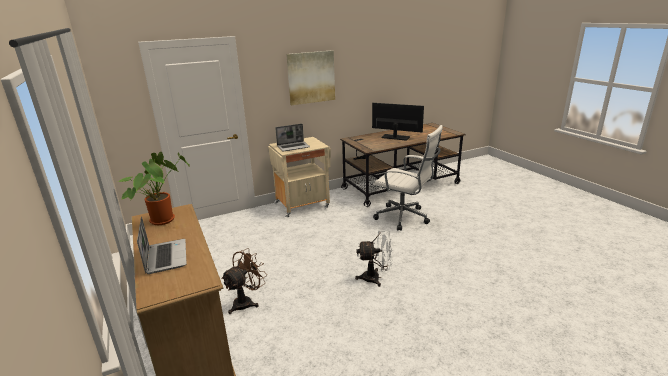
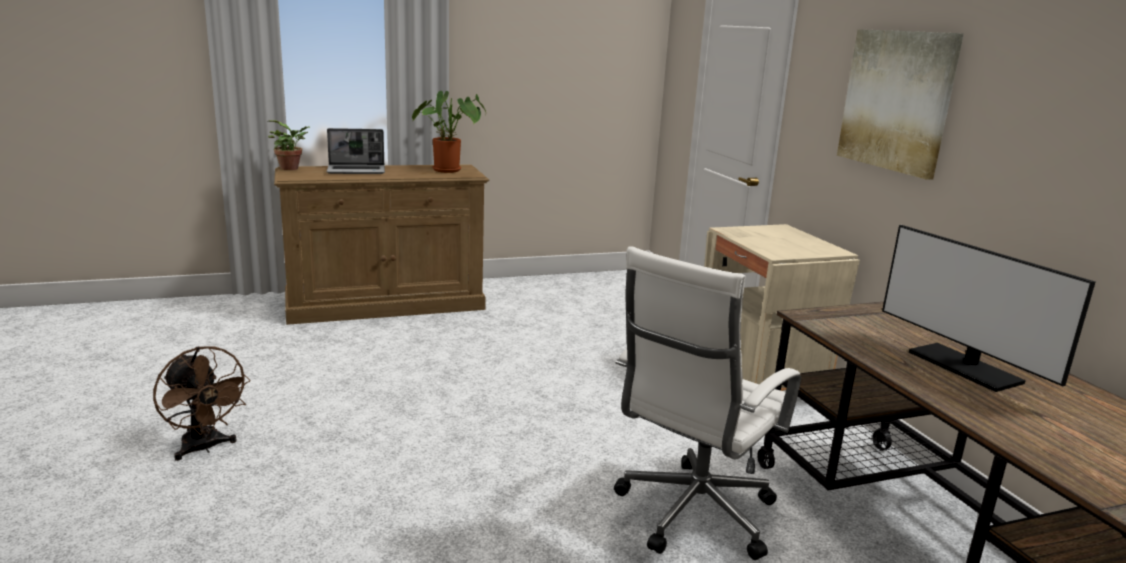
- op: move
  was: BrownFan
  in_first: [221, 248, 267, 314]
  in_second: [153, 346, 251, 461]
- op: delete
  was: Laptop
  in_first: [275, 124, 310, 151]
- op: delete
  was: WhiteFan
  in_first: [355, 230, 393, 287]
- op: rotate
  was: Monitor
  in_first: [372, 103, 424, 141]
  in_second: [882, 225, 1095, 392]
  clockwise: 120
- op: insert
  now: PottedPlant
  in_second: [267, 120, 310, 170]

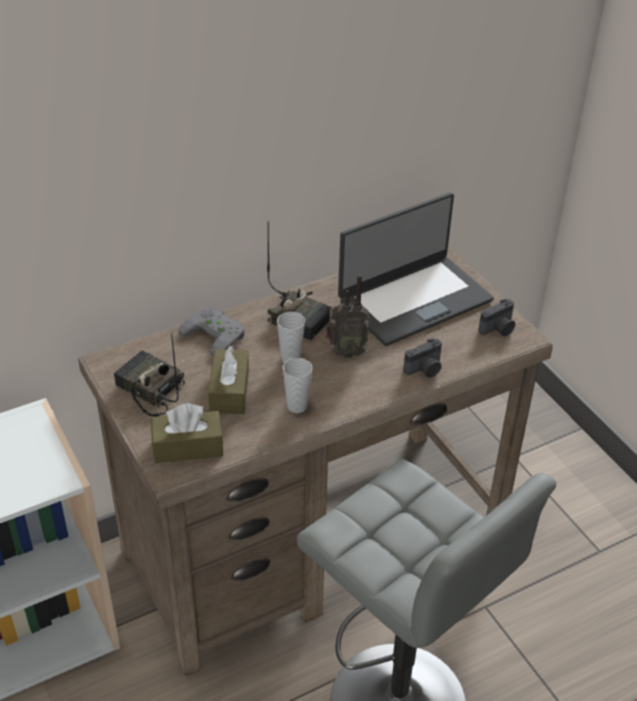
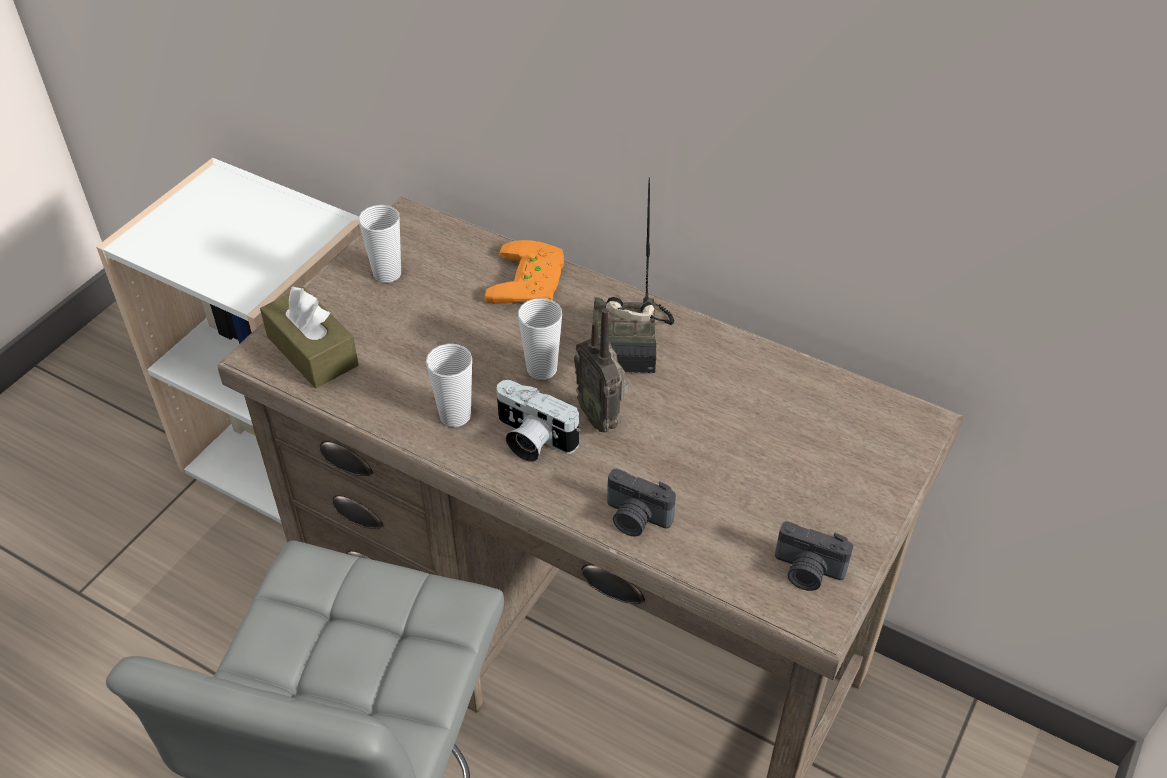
- op: replace
  was: Radio
  now: Cup
  in_first: [114, 333, 185, 417]
  in_second: [358, 205, 401, 283]
- op: recolor
  was: GreyGameController
  now: OrangeGameController
  in_first: [178, 307, 245, 356]
  in_second: [484, 240, 564, 304]
- op: delete
  was: BrownTissueBox
  in_first: [208, 346, 249, 414]
- op: delete
  was: Laptop
  in_first: [338, 193, 494, 346]
- op: insert
  now: PhotoCamera
  in_second: [496, 380, 580, 462]

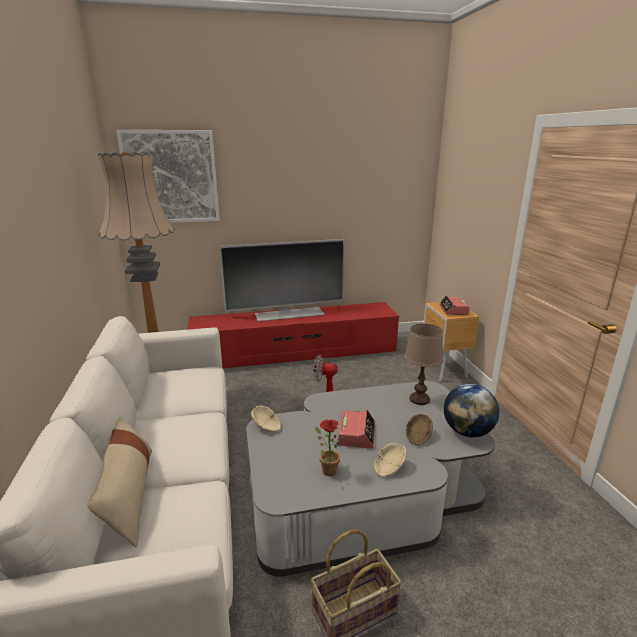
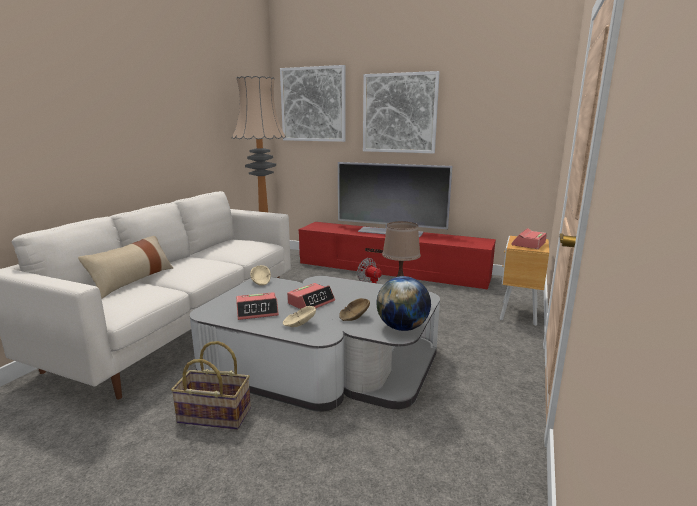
- op: replace
  was: PottedPlant
  now: AlarmClock
  in_first: [315, 419, 344, 476]
  in_second: [236, 292, 279, 320]
- op: insert
  now: Picture
  in_second: [363, 71, 440, 153]

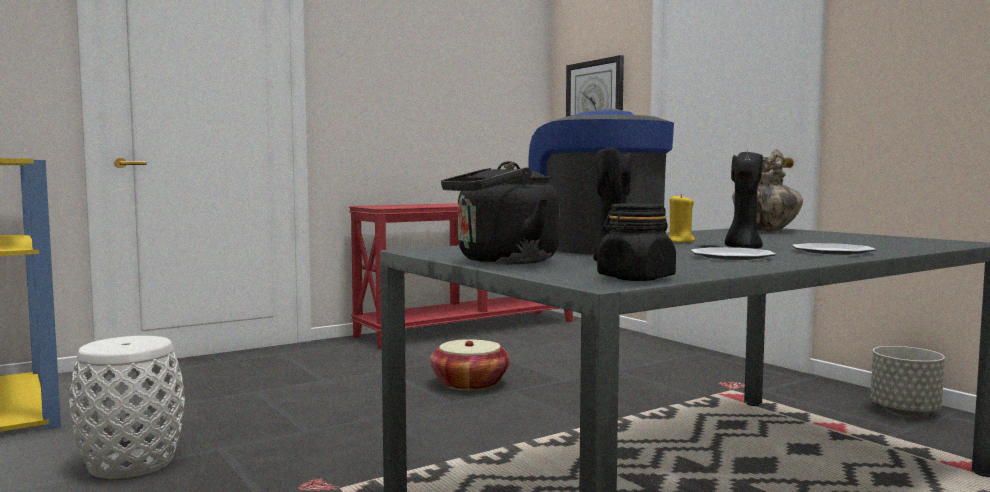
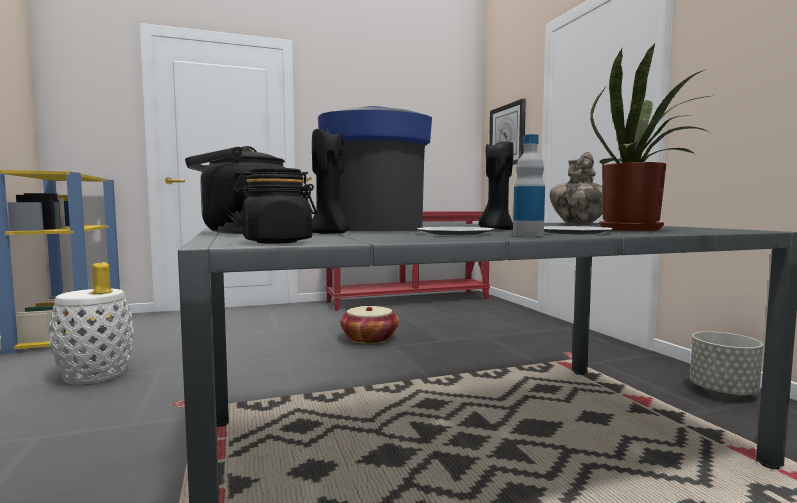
- op: move
  was: YellowCandle
  in_first: [669, 194, 695, 242]
  in_second: [91, 261, 113, 294]
- op: insert
  now: Bottle
  in_second: [513, 134, 545, 237]
- op: insert
  now: PottedPlant
  in_second: [590, 43, 709, 231]

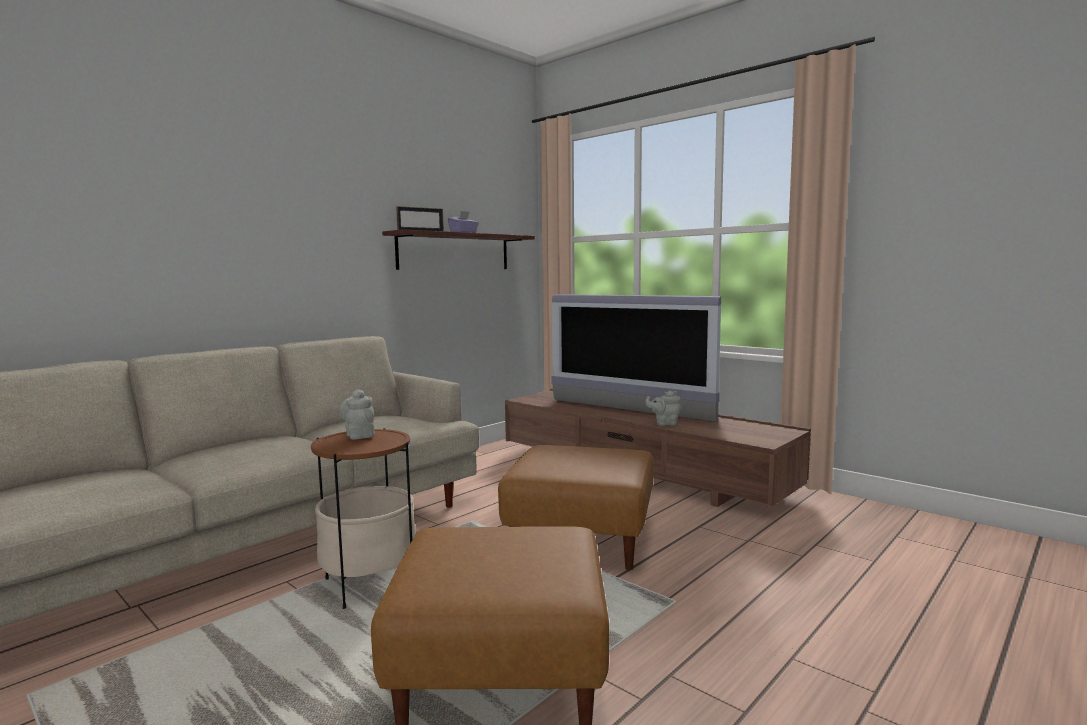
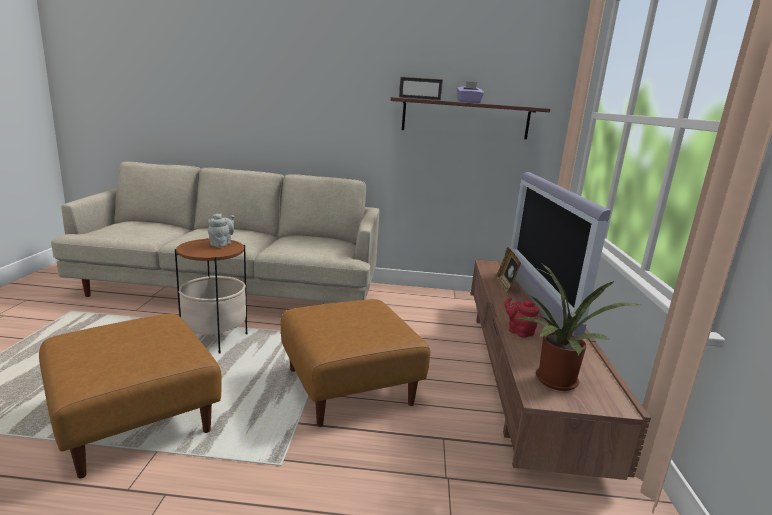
- op: recolor
  was: GreyTeapot
  now: RedTeapot
  in_first: [645, 391, 681, 426]
  in_second: [504, 297, 539, 338]
- op: insert
  now: PictureFrame
  in_second: [496, 247, 521, 294]
- op: insert
  now: PottedPlant
  in_second: [515, 264, 640, 391]

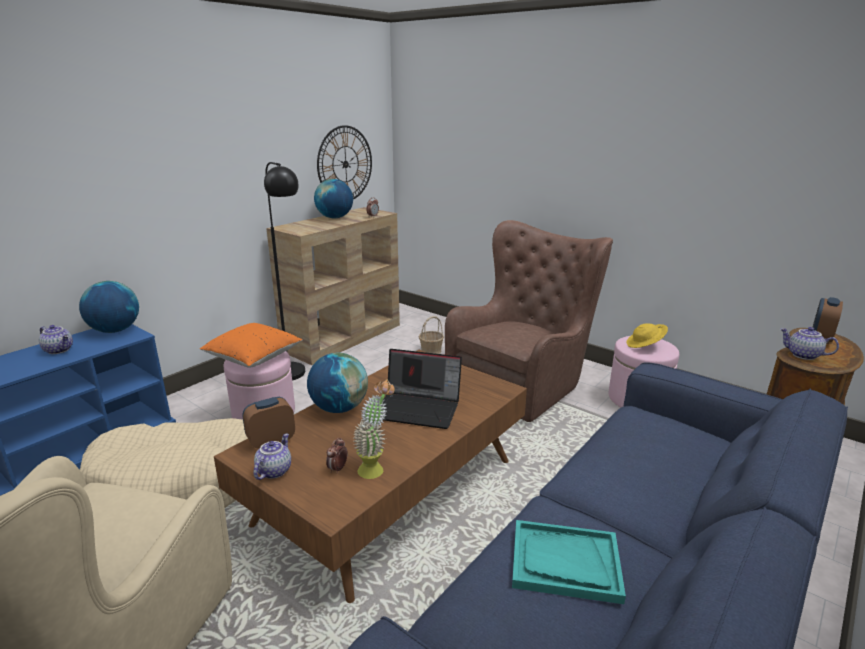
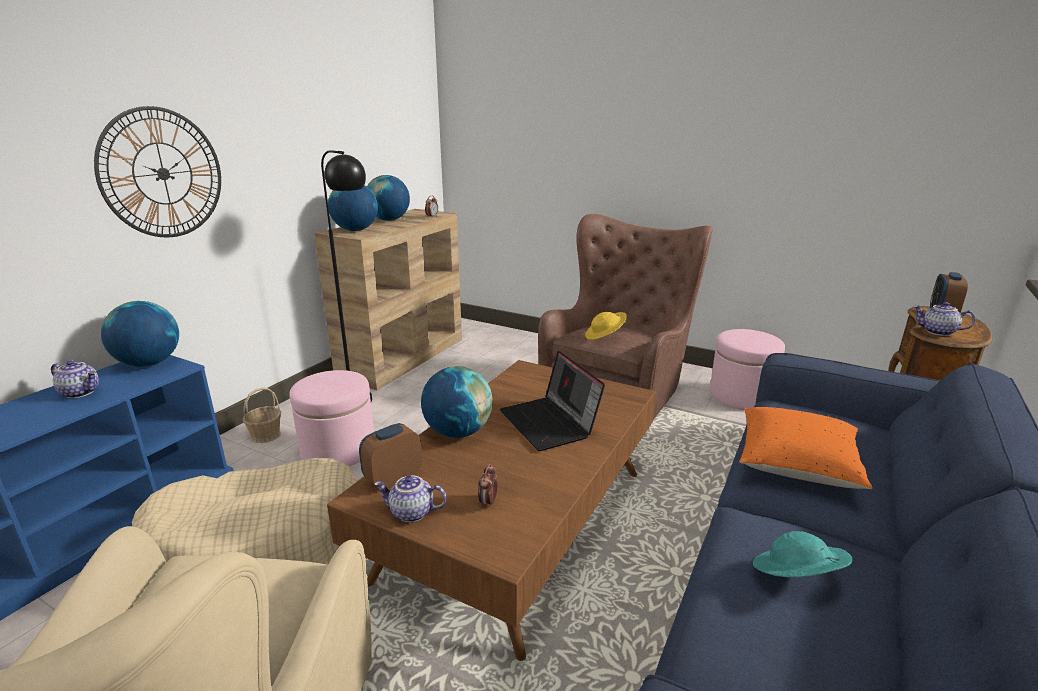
- op: move
  was: OrangePillow
  in_first: [200, 323, 303, 368]
  in_second: [739, 407, 873, 489]
- op: rotate
  was: Teapot
  in_first: [254, 434, 291, 480]
  in_second: [374, 475, 447, 522]
  clockwise: -90
- op: move
  was: WallClock
  in_first: [317, 125, 372, 200]
  in_second: [94, 106, 221, 237]
- op: delete
  was: PottedPlant
  in_first: [353, 379, 395, 479]
- op: rotate
  was: Laptop
  in_first: [383, 349, 462, 429]
  in_second: [500, 351, 605, 451]
  clockwise: 60
- op: move
  was: Basket
  in_first: [419, 316, 444, 354]
  in_second: [243, 387, 281, 443]
- op: replace
  was: TurquoiseTray
  now: TurquoiseHat
  in_first: [512, 520, 626, 604]
  in_second: [753, 531, 853, 577]
- op: move
  was: YellowHat
  in_first: [626, 323, 668, 348]
  in_second: [585, 312, 627, 340]
- op: insert
  now: Globe
  in_second: [328, 185, 378, 231]

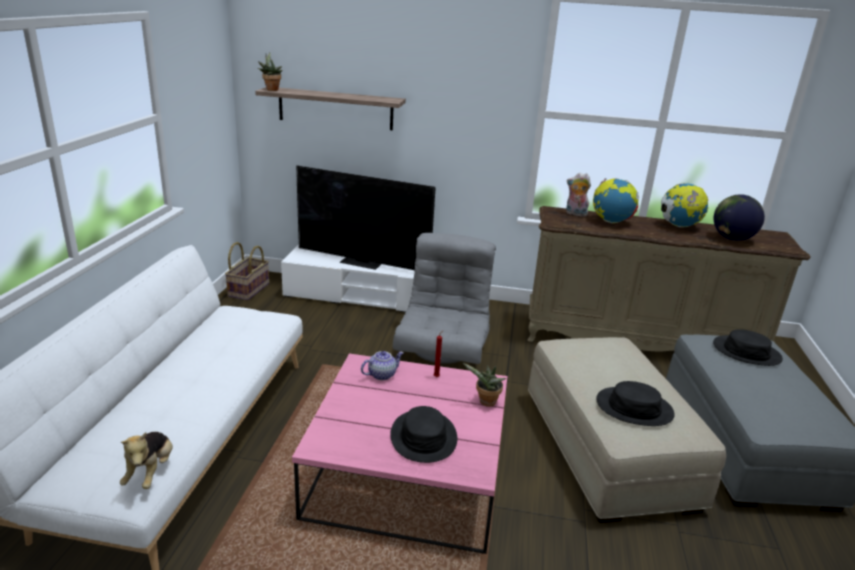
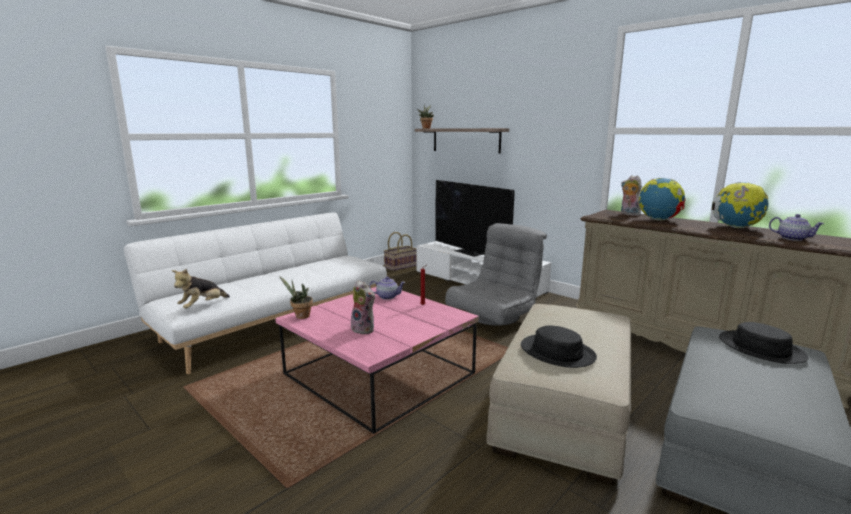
- op: replace
  was: BlackHat
  now: PlushToy
  in_first: [390, 406, 457, 463]
  in_second: [351, 280, 376, 335]
- op: move
  was: PottedPlant
  in_first: [463, 363, 506, 407]
  in_second: [279, 276, 313, 319]
- op: replace
  was: Globe
  now: Teapot
  in_first: [714, 194, 765, 241]
  in_second: [769, 214, 824, 241]

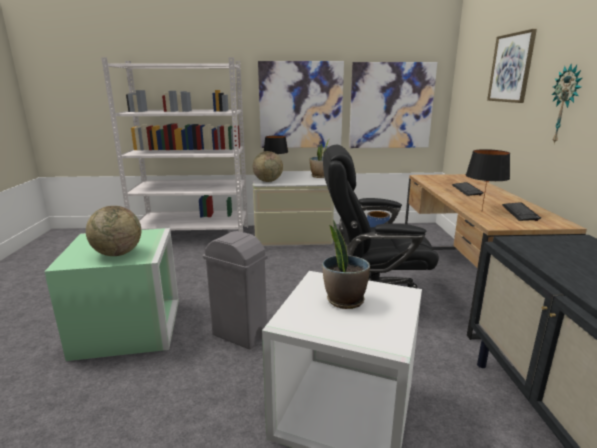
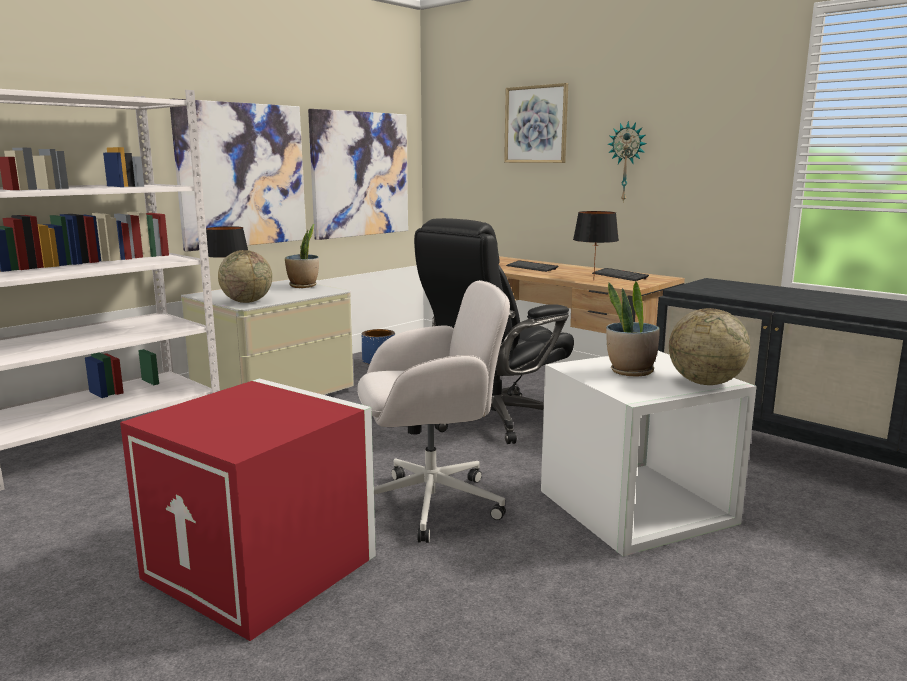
- op: recolor
  was: GreenStorageBox
  now: RedStorageBox
  in_first: [44, 228, 179, 361]
  in_second: [120, 379, 376, 641]
- op: move
  was: Globe
  in_first: [86, 206, 141, 256]
  in_second: [669, 308, 750, 385]
- op: replace
  was: GreyTrashCan
  now: WhiteOfficeChair
  in_first: [203, 231, 268, 349]
  in_second: [357, 280, 510, 543]

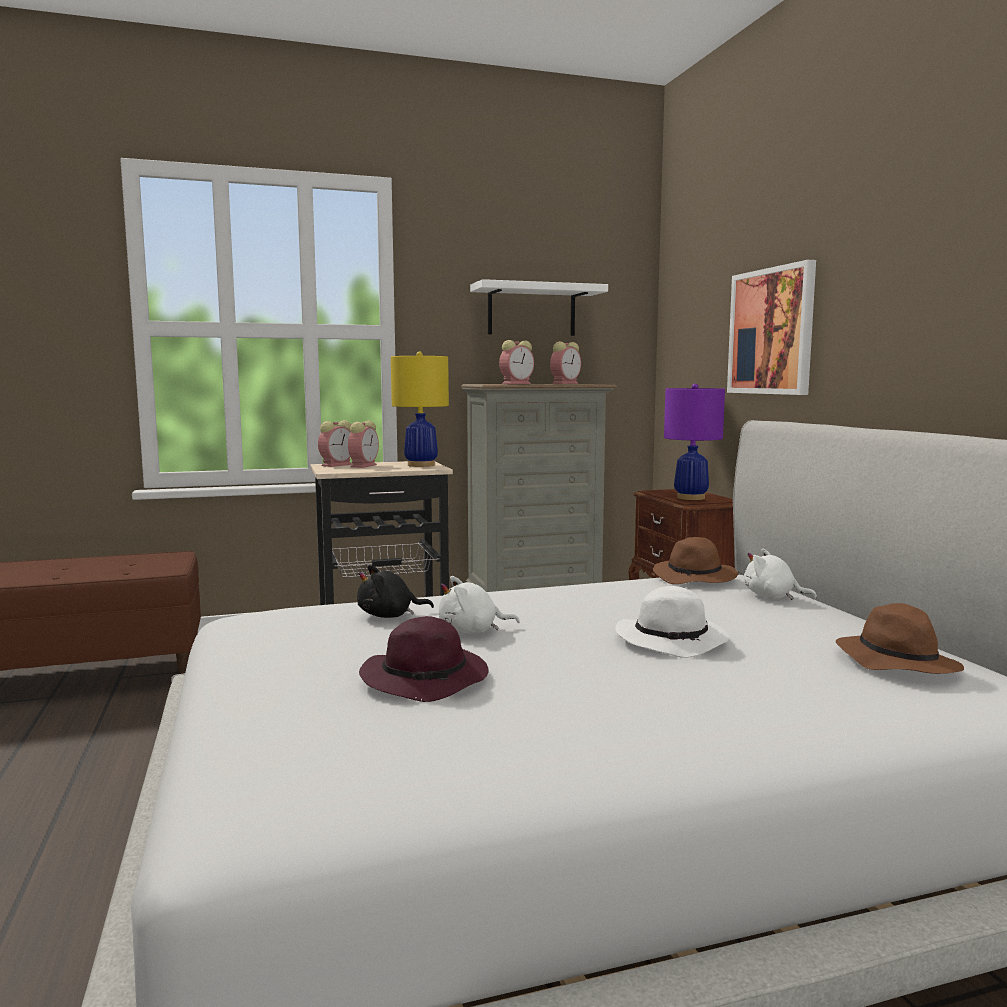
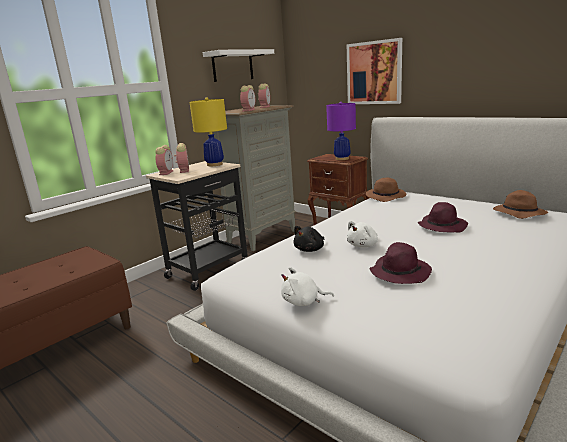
- op: recolor
  was: WhiteHat
  now: PurpleHat
  in_first: [615, 586, 729, 658]
  in_second: [418, 202, 468, 233]
- op: move
  was: WhitePlushToy
  in_first: [744, 548, 817, 600]
  in_second: [281, 267, 334, 306]

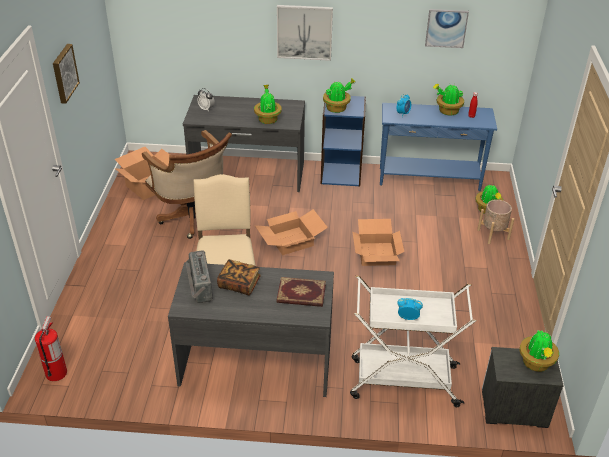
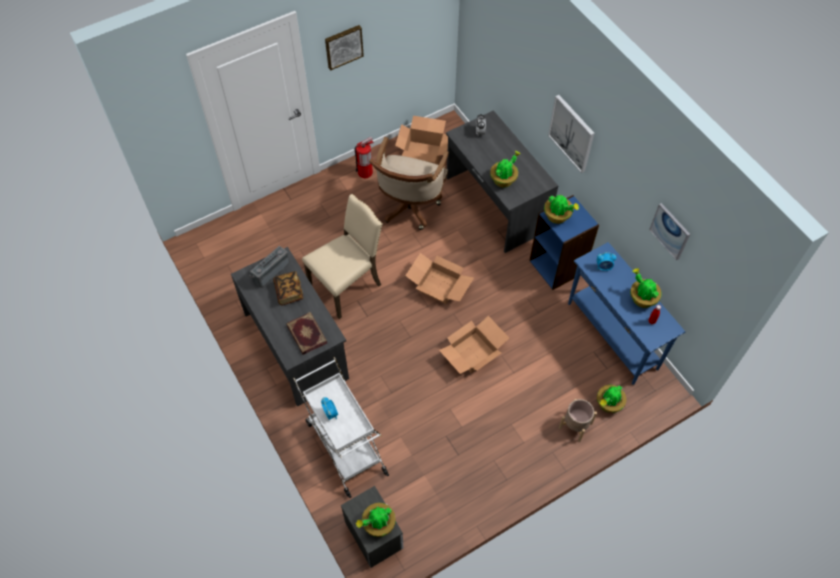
- op: move
  was: FireExtinguisher
  in_first: [35, 316, 67, 381]
  in_second: [355, 137, 374, 178]

